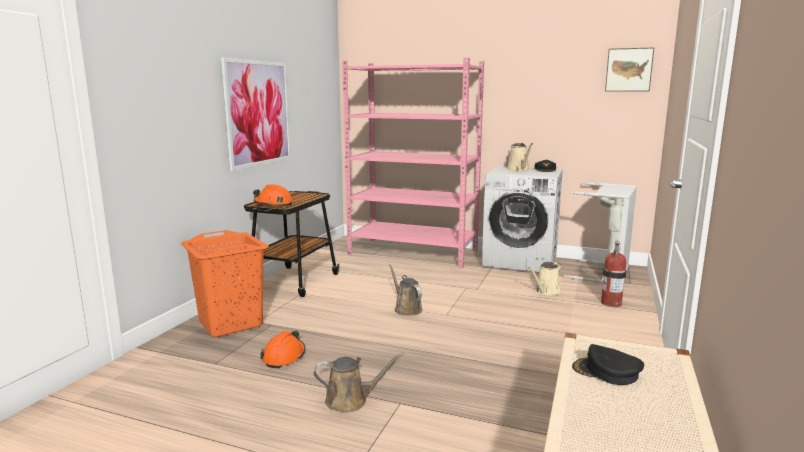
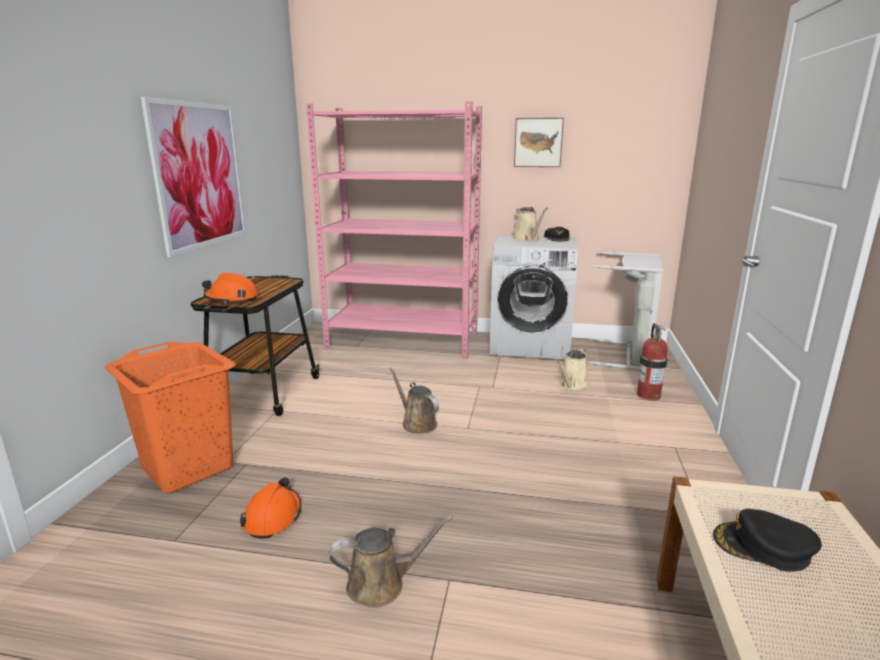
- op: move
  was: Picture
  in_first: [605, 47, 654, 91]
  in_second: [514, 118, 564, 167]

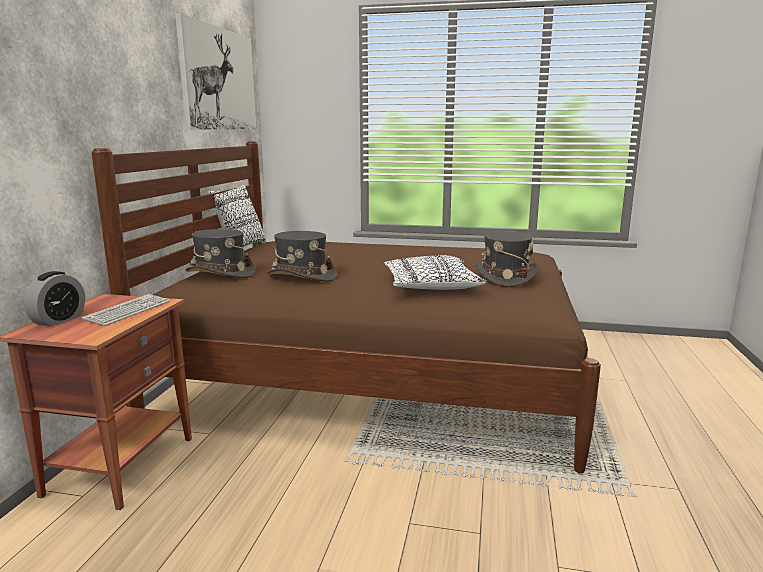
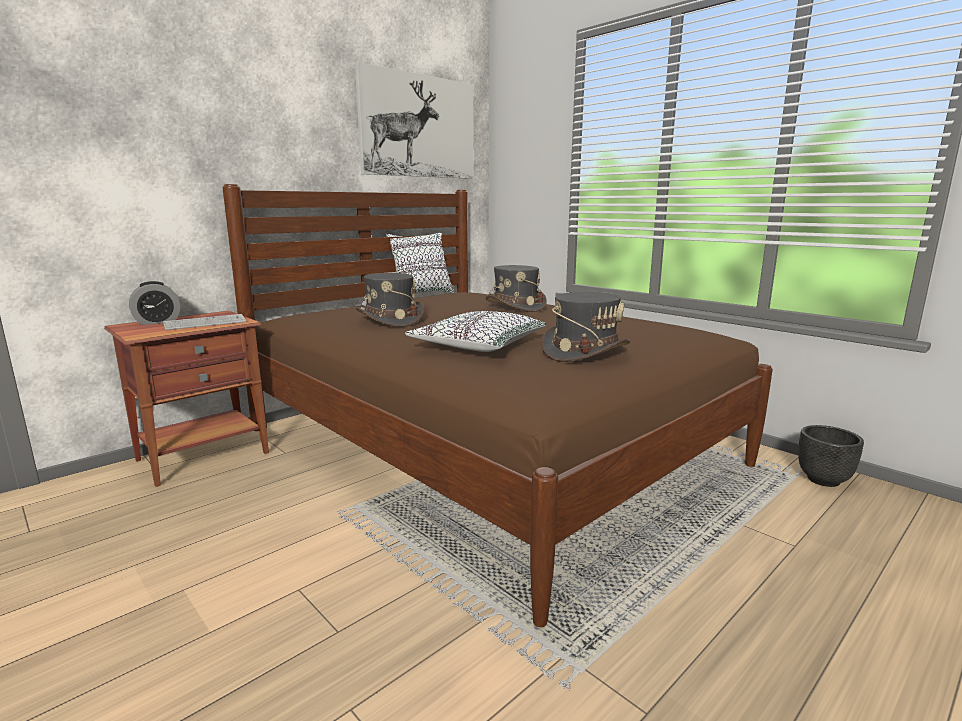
- op: move
  was: GreyHat
  in_first: [186, 229, 255, 278]
  in_second: [486, 265, 547, 312]
- op: insert
  now: BlackPlanter
  in_second: [798, 425, 864, 487]

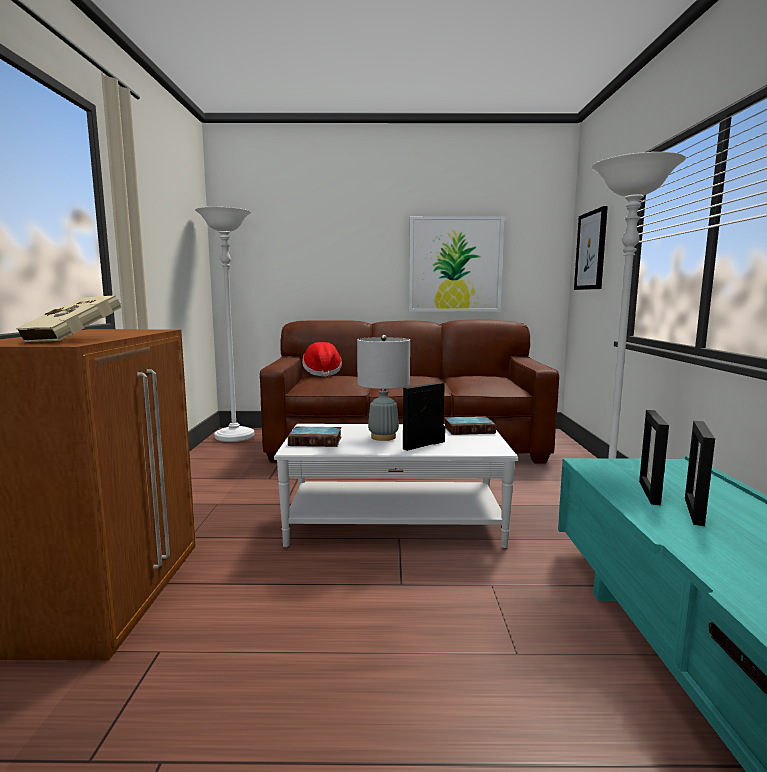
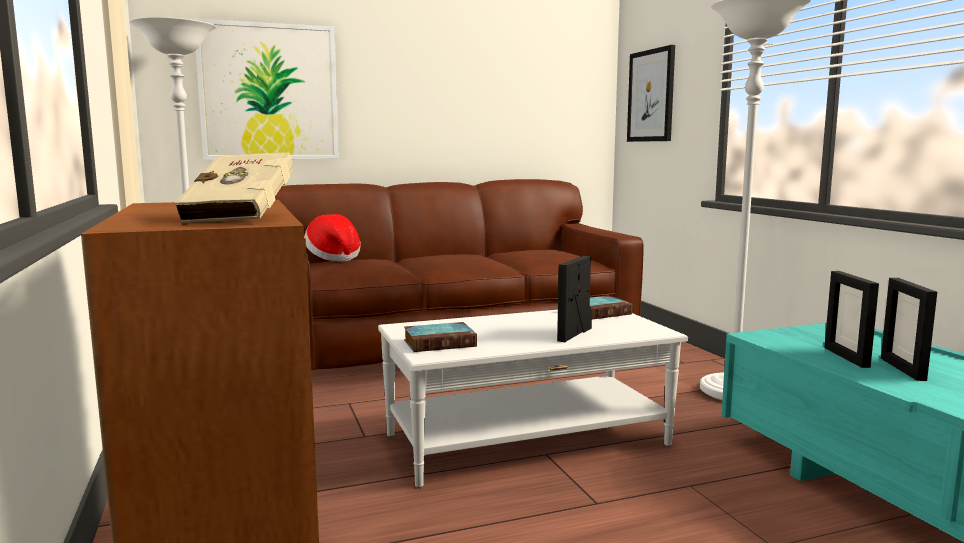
- op: delete
  was: GreyTableLamp
  in_first: [357, 335, 410, 441]
- op: move
  was: Picture
  in_first: [409, 216, 505, 312]
  in_second: [193, 19, 339, 160]

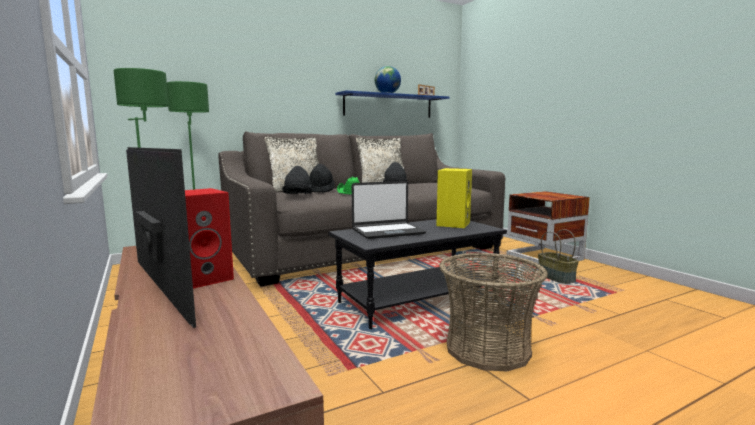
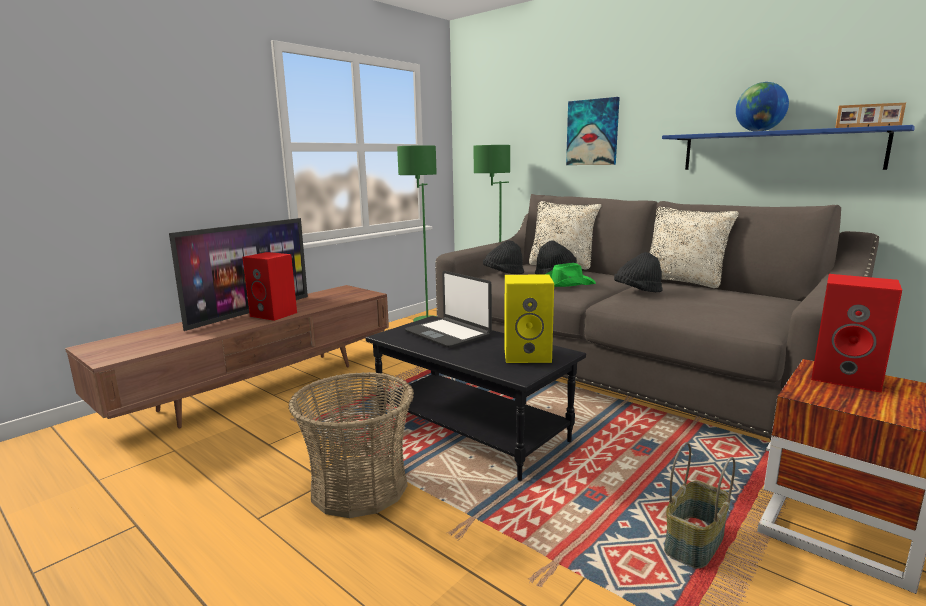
- op: insert
  now: Picture
  in_second: [566, 97, 620, 165]
- op: insert
  now: RedSpeaker
  in_second: [811, 274, 902, 393]

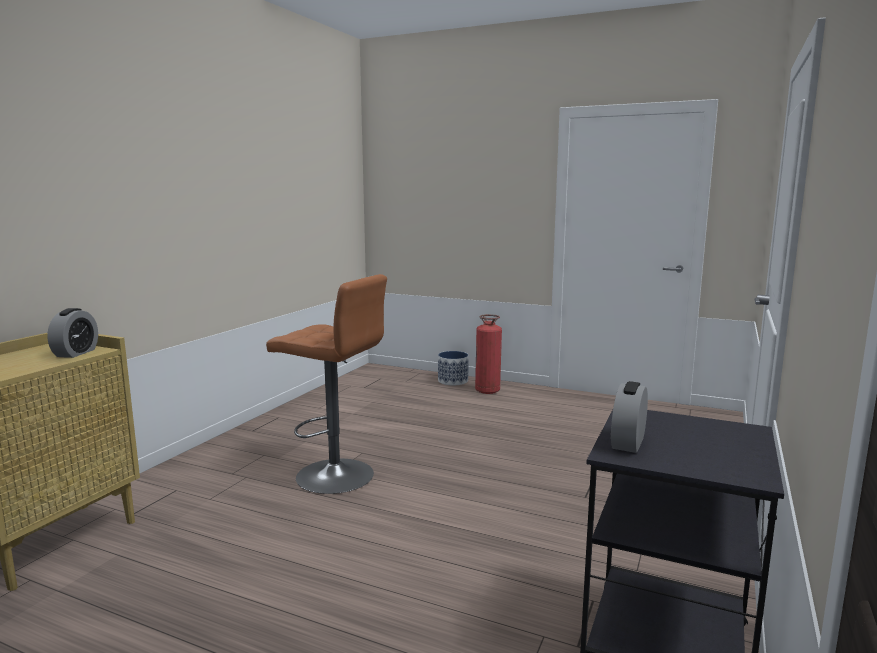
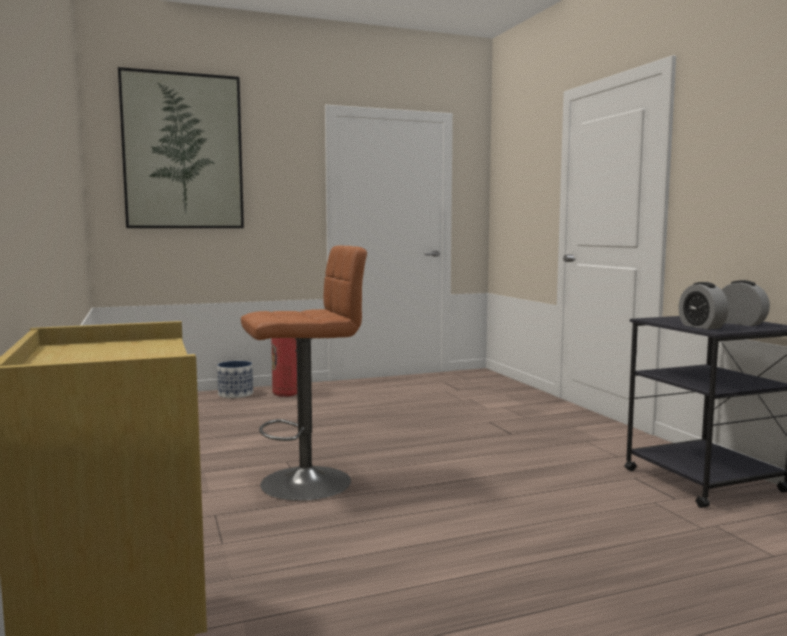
- op: move
  was: AlarmClock
  in_first: [47, 308, 98, 358]
  in_second: [721, 280, 770, 326]
- op: insert
  now: Picture
  in_second: [118, 67, 244, 228]

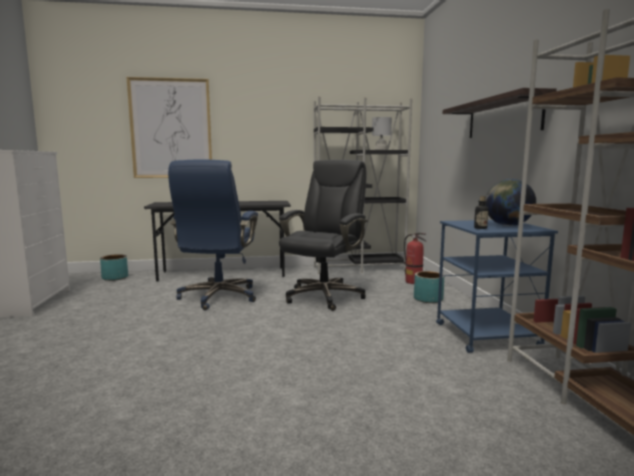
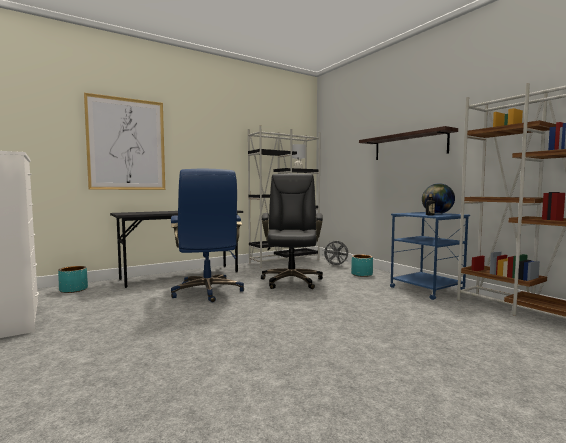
- op: replace
  was: FireExtinguisher
  now: GreyFan
  in_first: [404, 233, 426, 284]
  in_second: [324, 240, 349, 267]

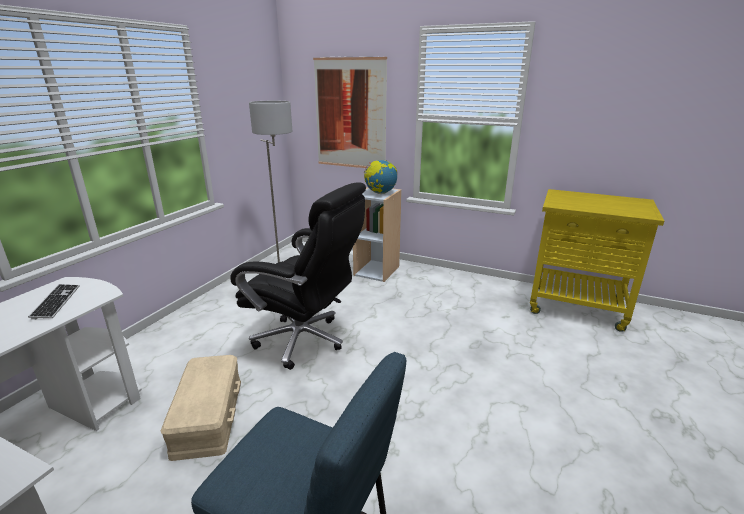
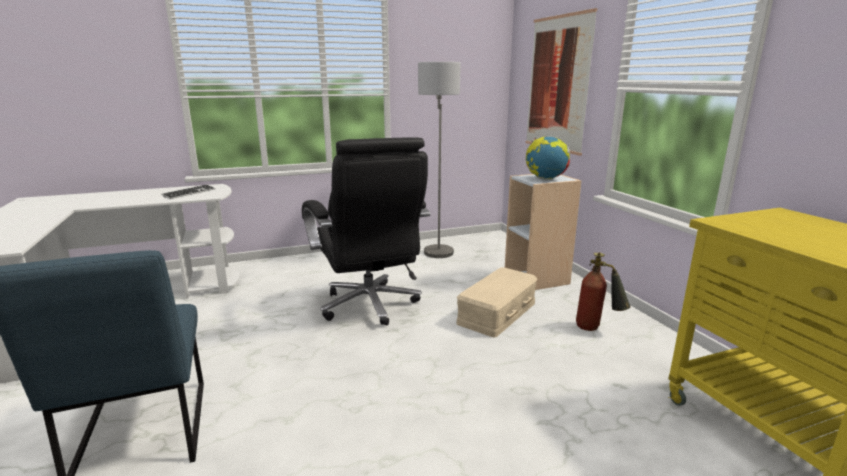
- op: move
  was: BeigeStorageBox
  in_first: [161, 355, 241, 461]
  in_second: [456, 267, 537, 337]
- op: insert
  now: FireExtinguisher
  in_second: [576, 253, 631, 331]

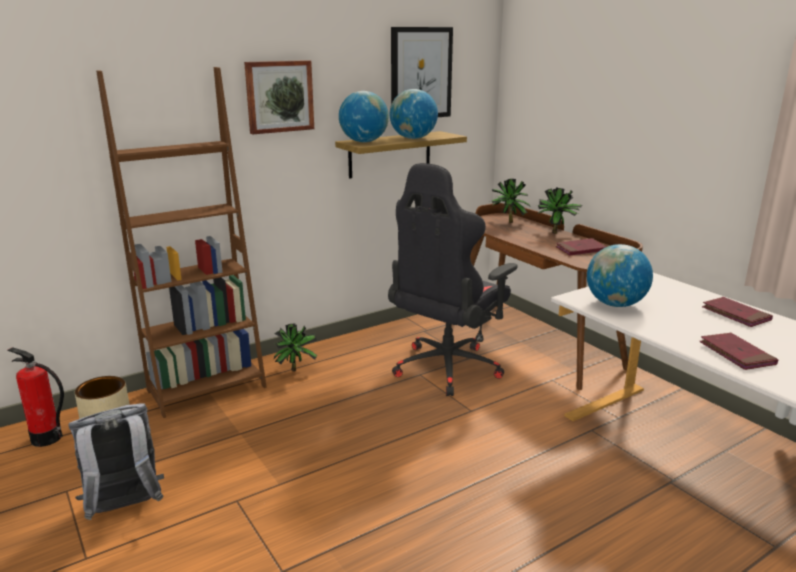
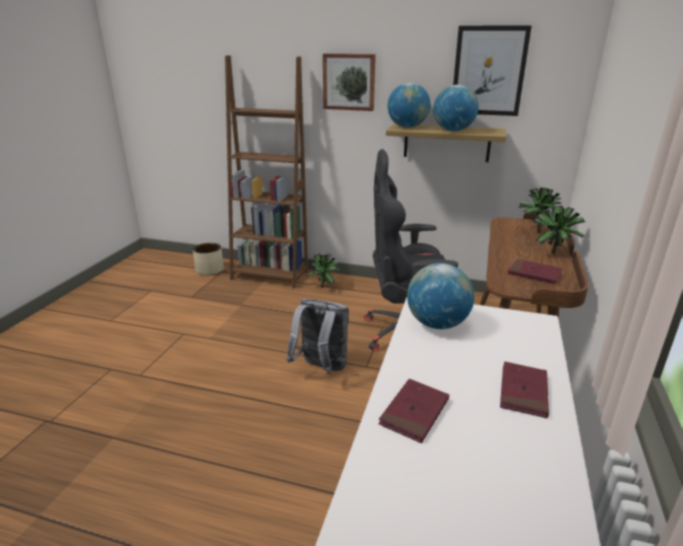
- op: delete
  was: FireExtinguisher
  in_first: [7, 347, 64, 447]
- op: move
  was: GreyBackpack
  in_first: [68, 403, 164, 520]
  in_second: [287, 299, 349, 374]

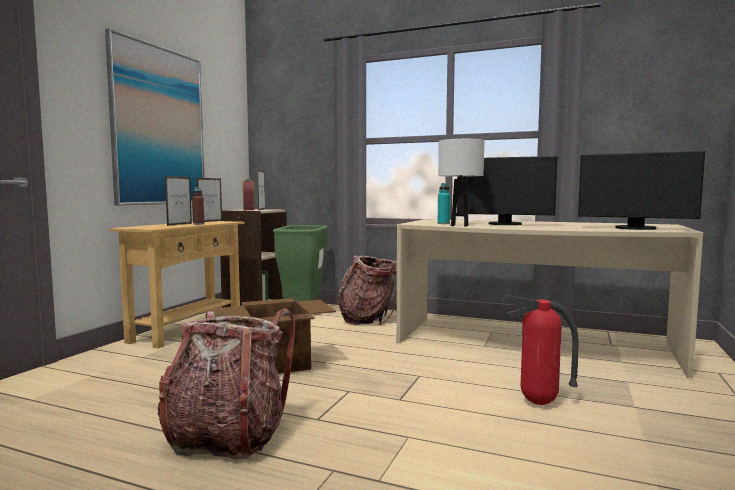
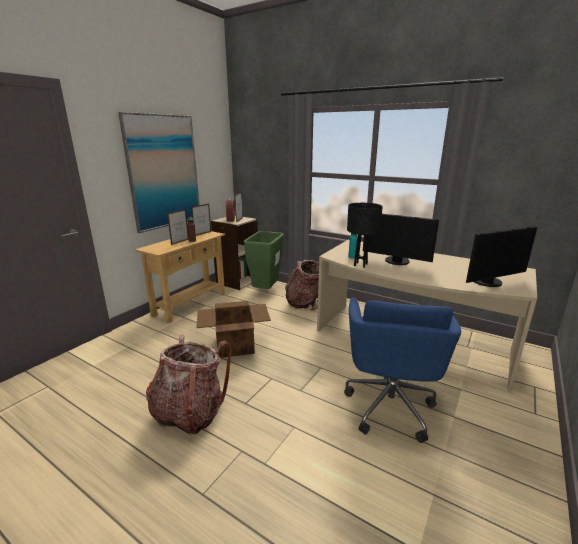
- op: recolor
  was: WhiteTableLamp
  now: BlackTableLamp
  in_first: [438, 139, 485, 227]
  in_second: [347, 203, 383, 268]
- op: replace
  was: FireExtinguisher
  now: BlueOfficeChair
  in_first: [502, 295, 579, 405]
  in_second: [344, 297, 461, 443]
- op: rotate
  was: Monitor
  in_first: [578, 151, 705, 230]
  in_second: [466, 226, 537, 287]
  clockwise: -60

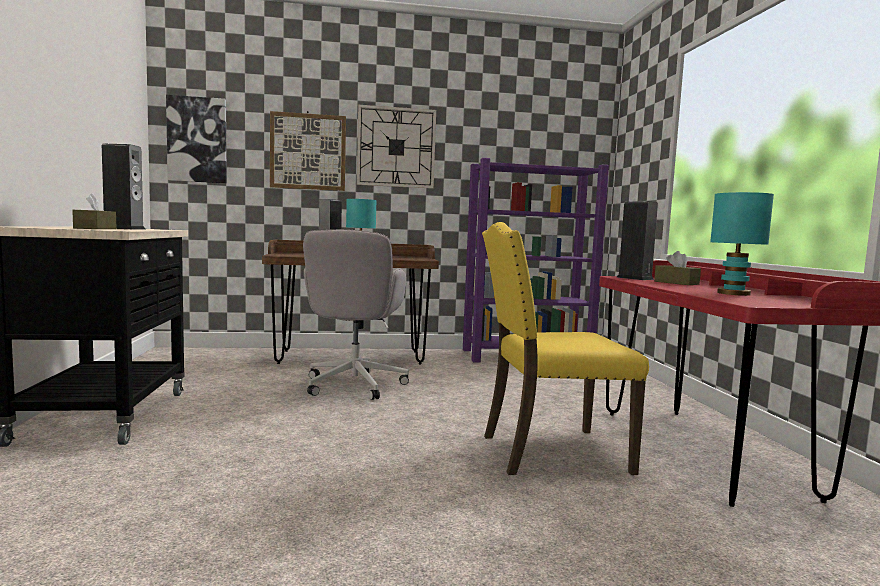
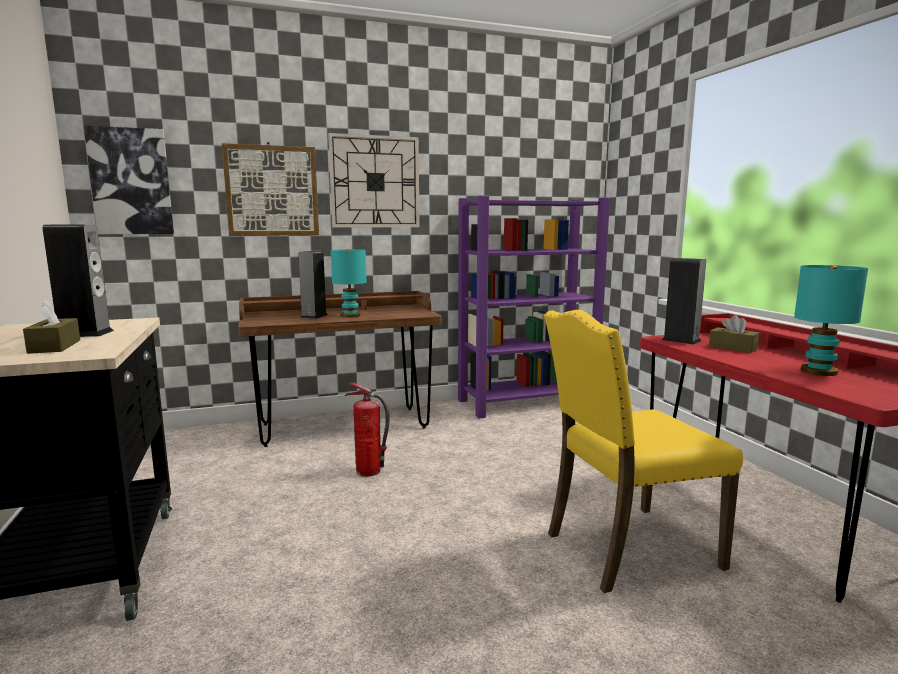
- op: replace
  was: GreyOfficeChair
  now: FireExtinguisher
  in_first: [303, 229, 409, 400]
  in_second: [345, 382, 390, 477]

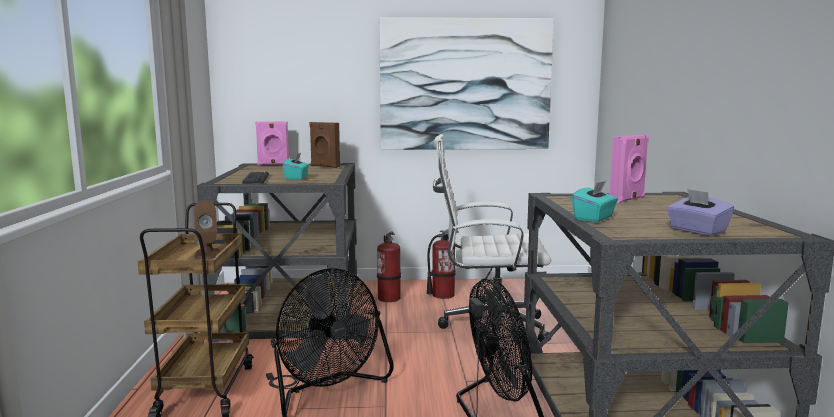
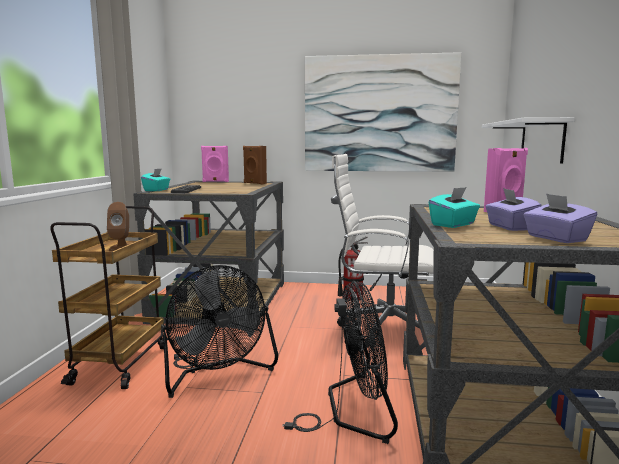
- op: move
  was: TurquoiseTissueBox
  in_first: [283, 153, 309, 180]
  in_second: [141, 168, 170, 191]
- op: delete
  was: FireExtinguisher
  in_first: [377, 232, 401, 302]
- op: insert
  now: WhiteShelf
  in_second: [482, 117, 575, 164]
- op: insert
  now: PurpleTissueBox
  in_second: [485, 188, 541, 231]

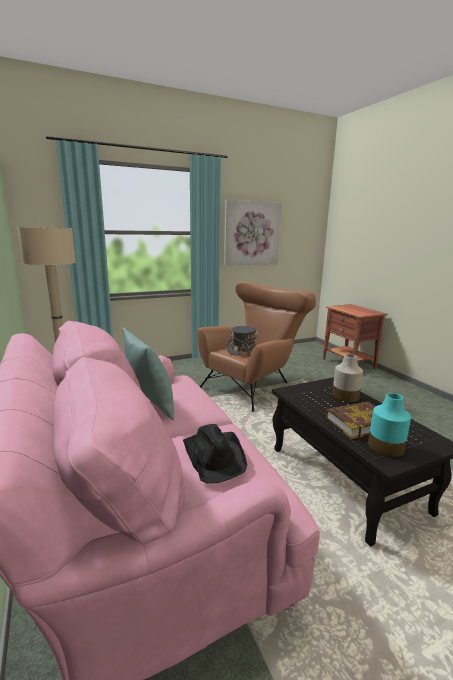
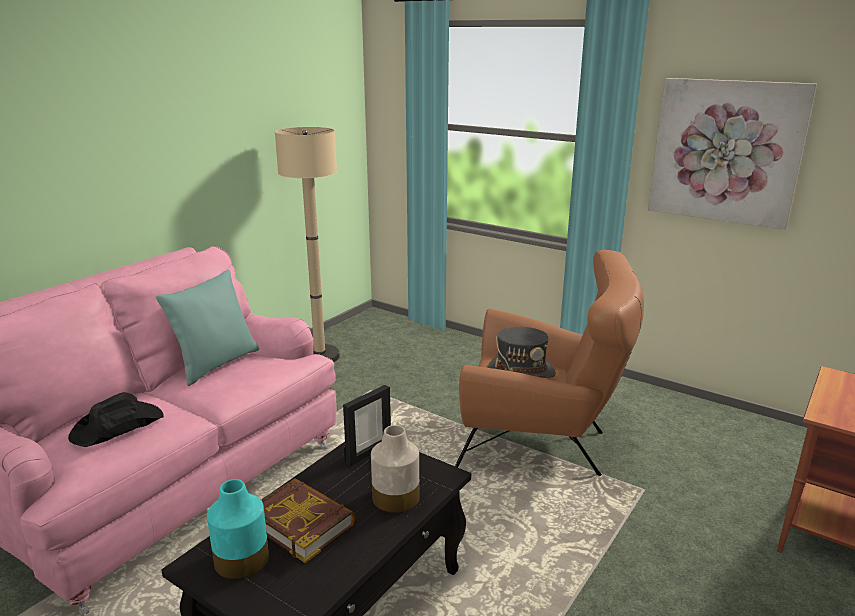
- op: insert
  now: PictureFrame
  in_second: [343, 385, 391, 466]

